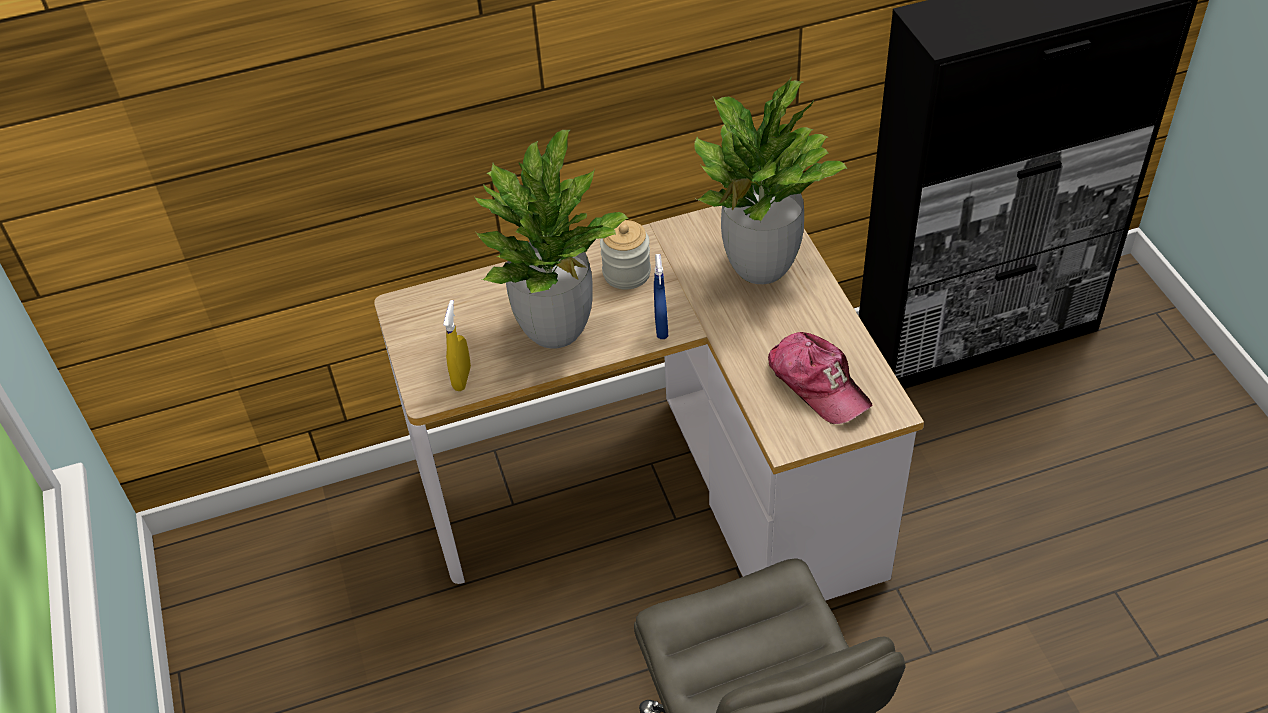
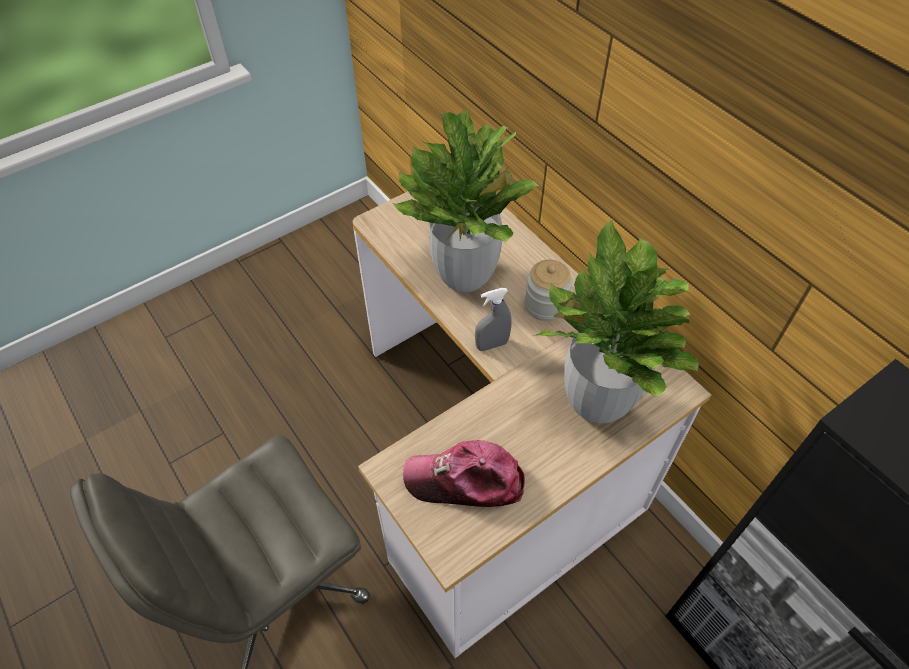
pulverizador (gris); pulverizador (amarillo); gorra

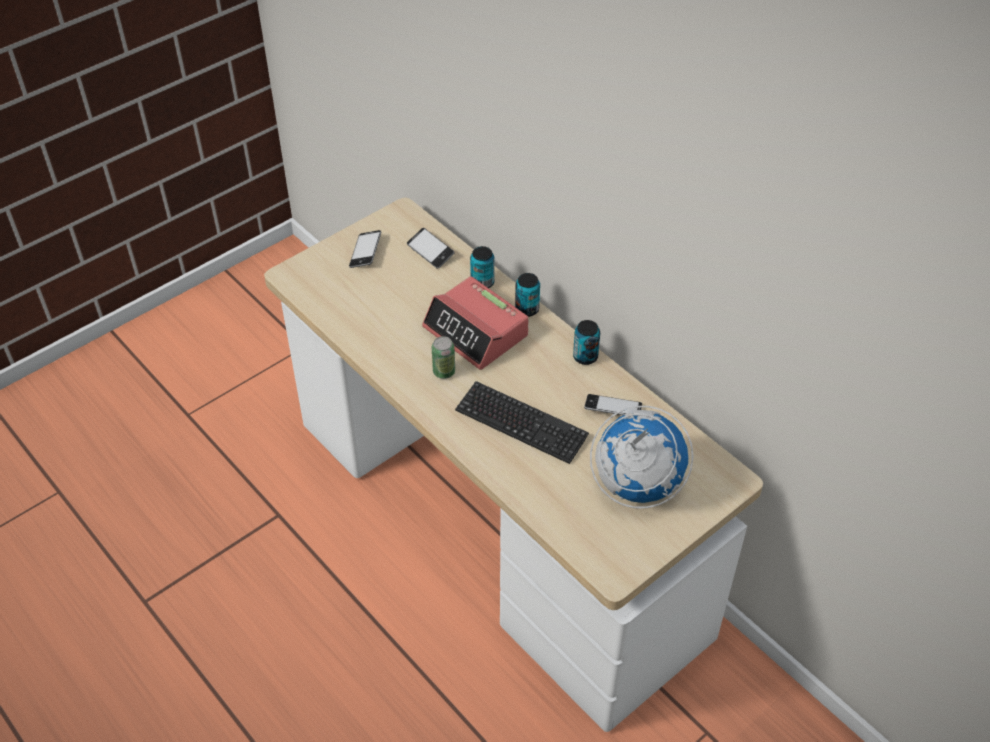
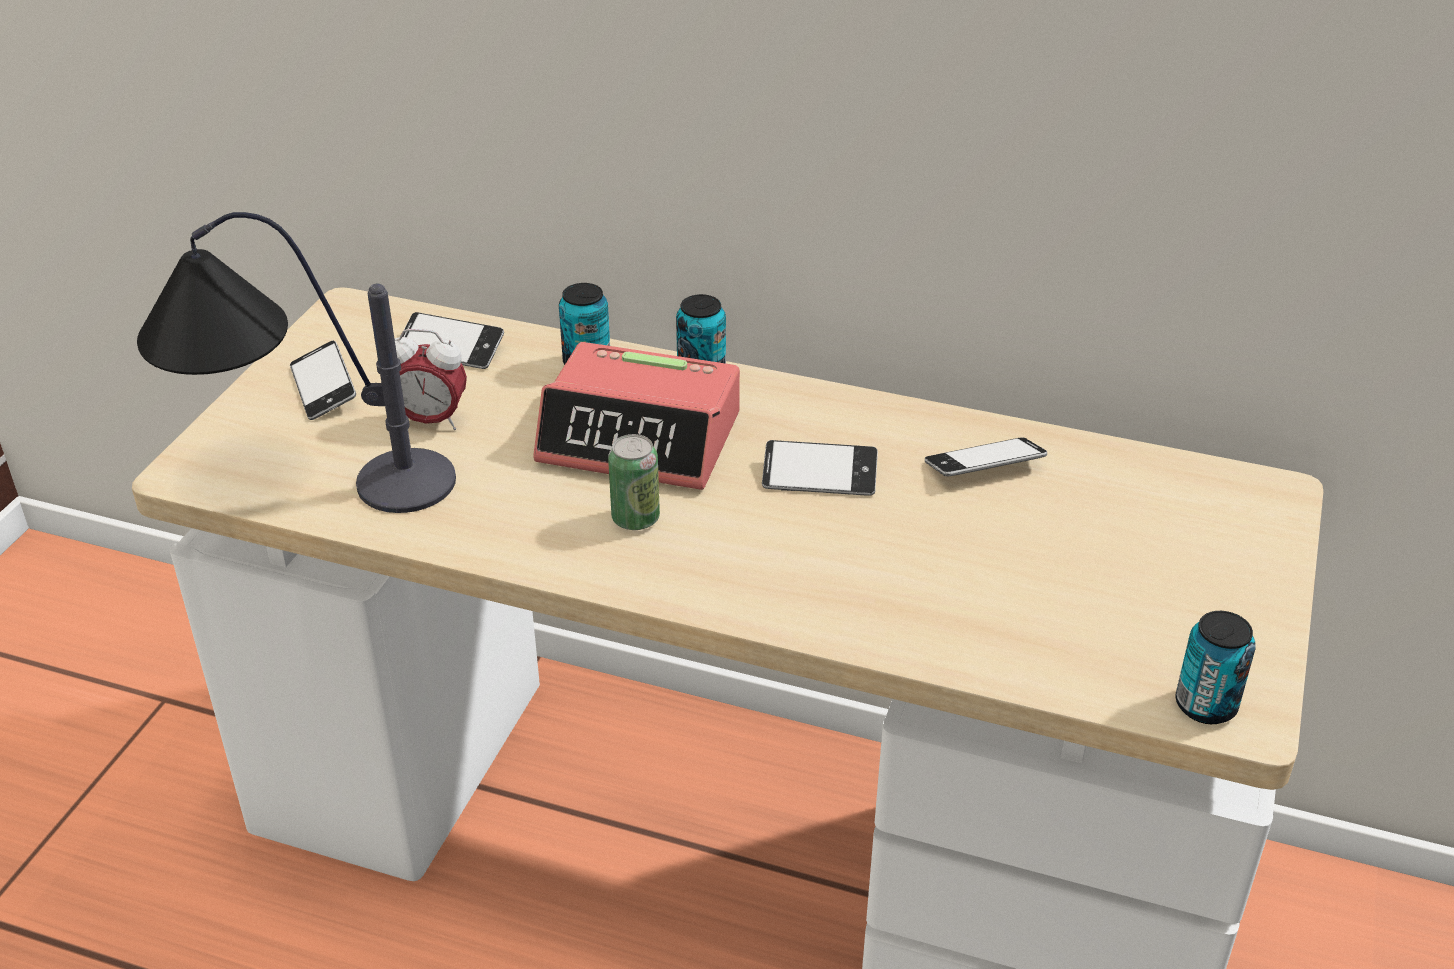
lata (4th from left); teclado; globo terráqueo; lámpara de mesa; despertador (1st from left); móvil (3rd from left)

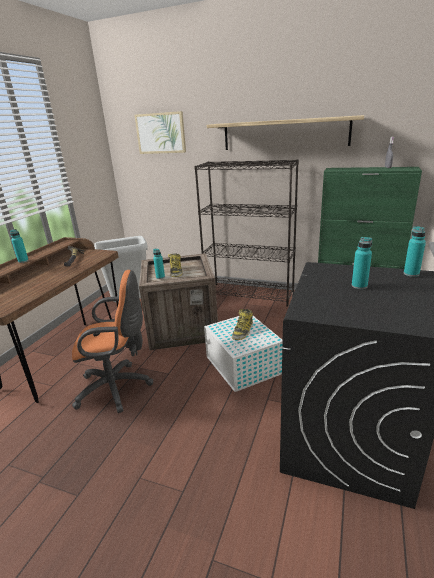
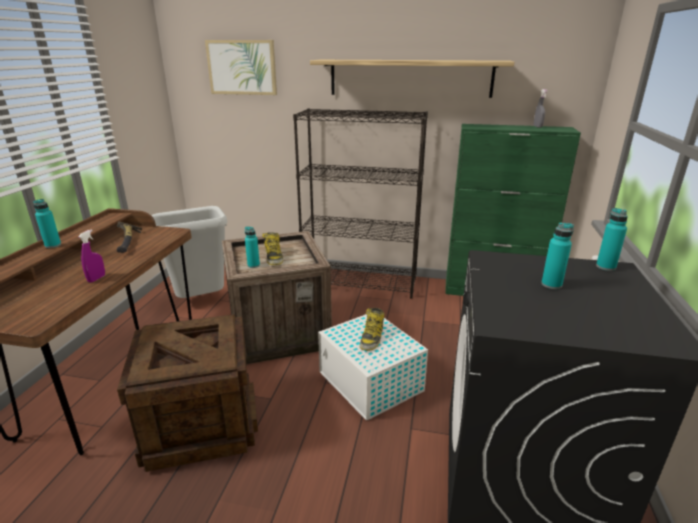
caja de embalaje (1st from left); pulverizador (morado)

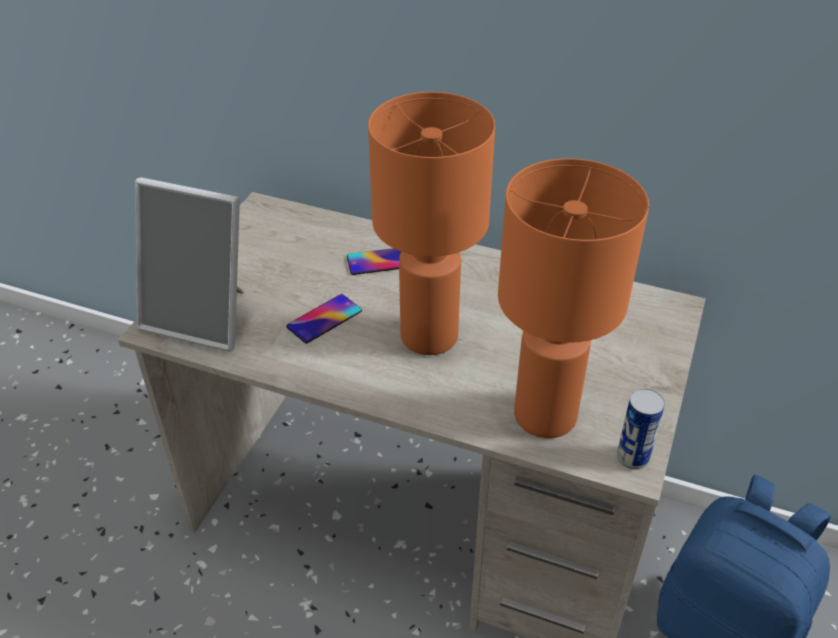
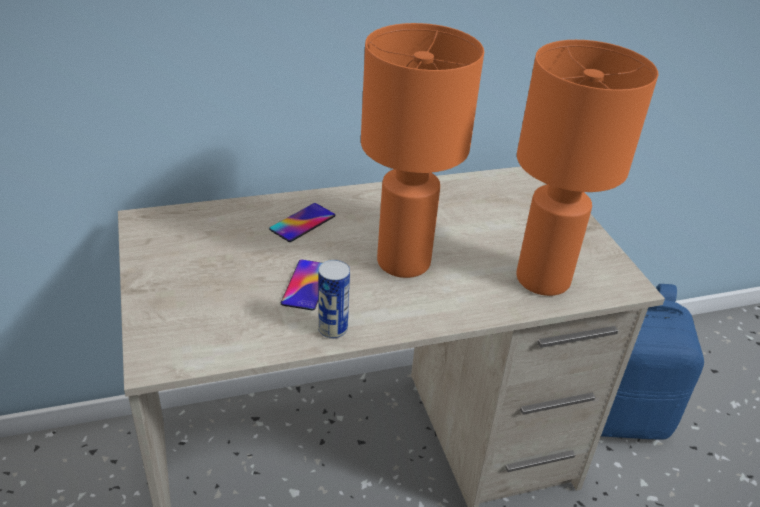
portarretratos; lata

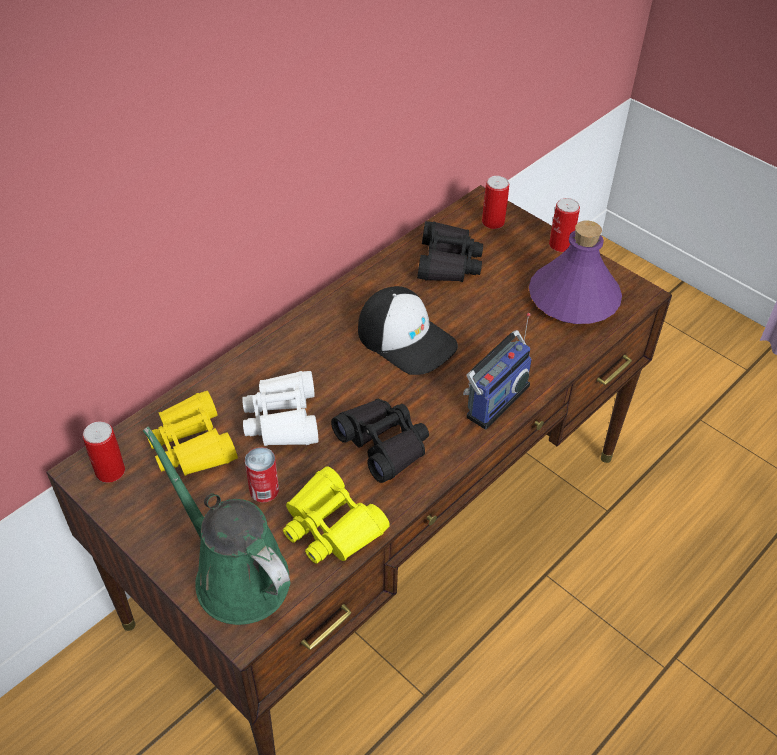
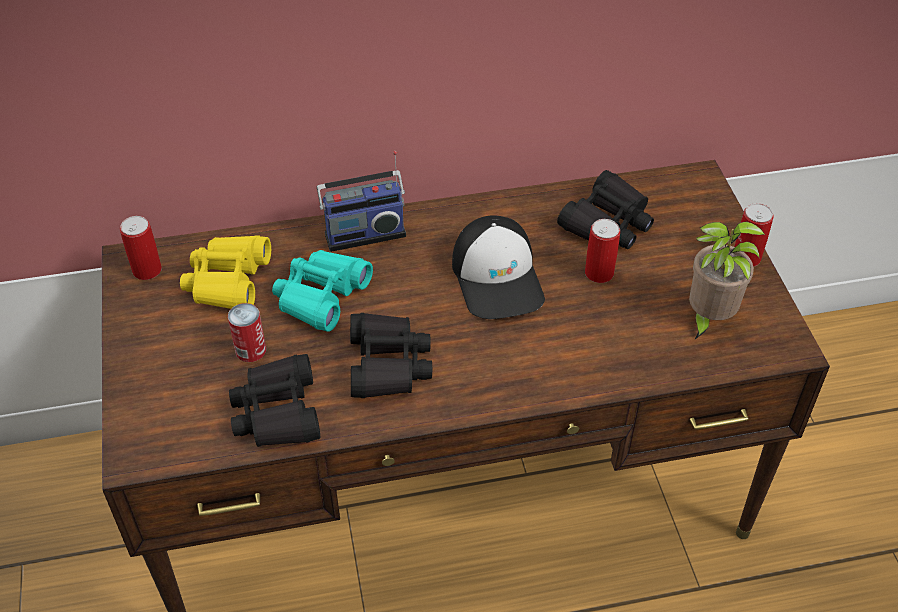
lata (3rd from left); planta en maceta; radio; prismáticos (turquesa); regadera (verde); prismáticos (negro) (1st from left)

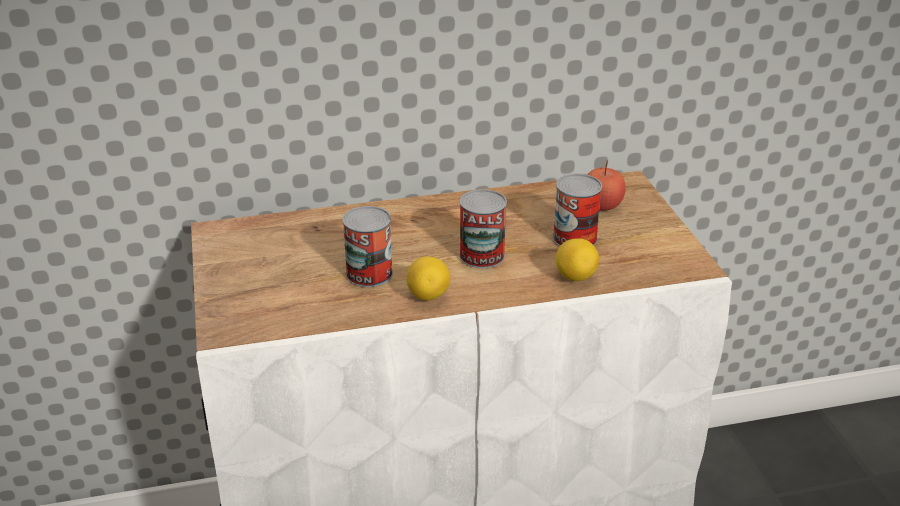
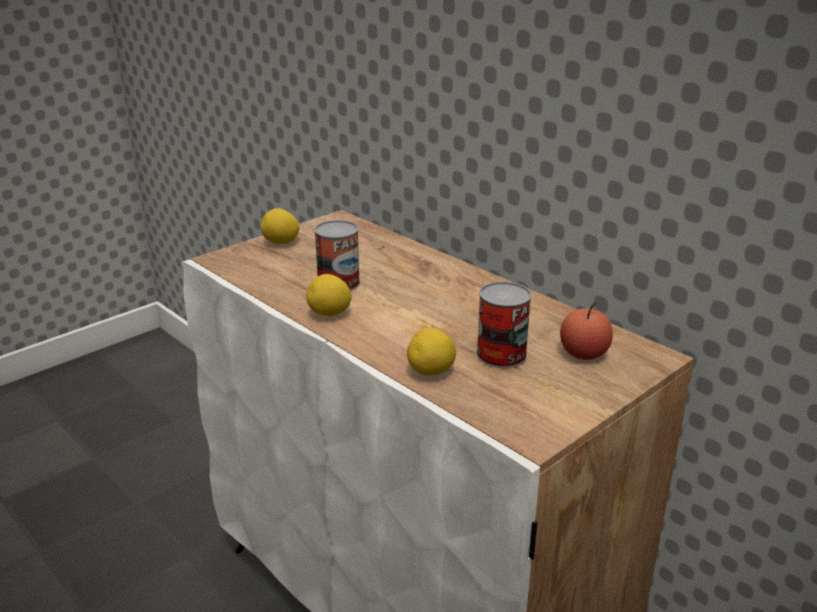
lata (2nd from left in the first image); limón (1st from left)

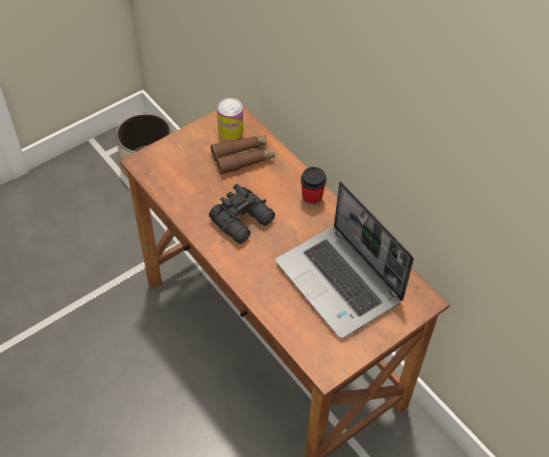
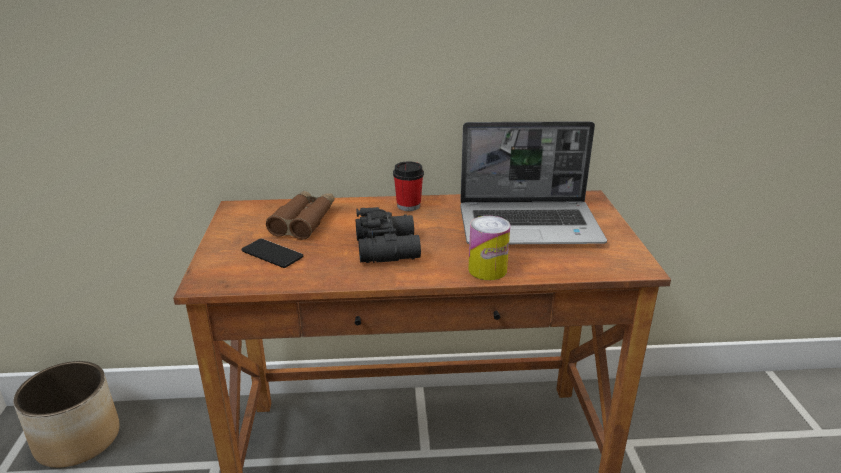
lata; móvil

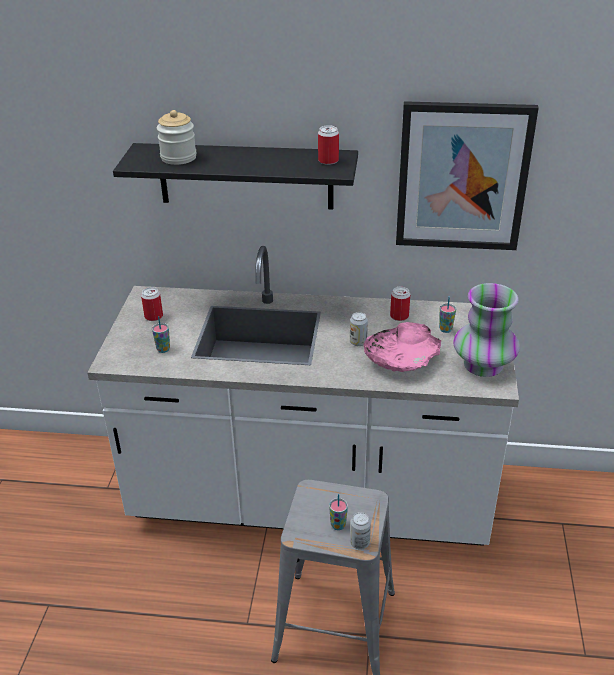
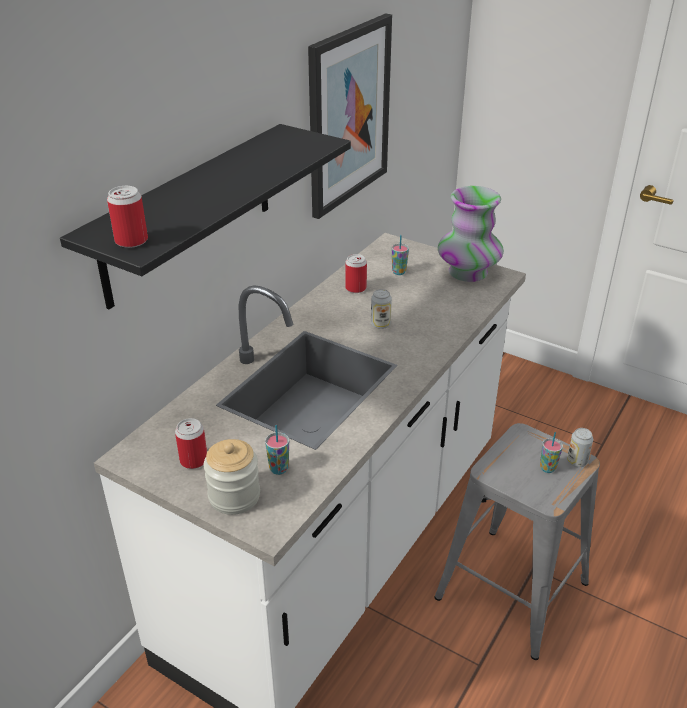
tarro; lata (1st from left); cuenco (rosa)

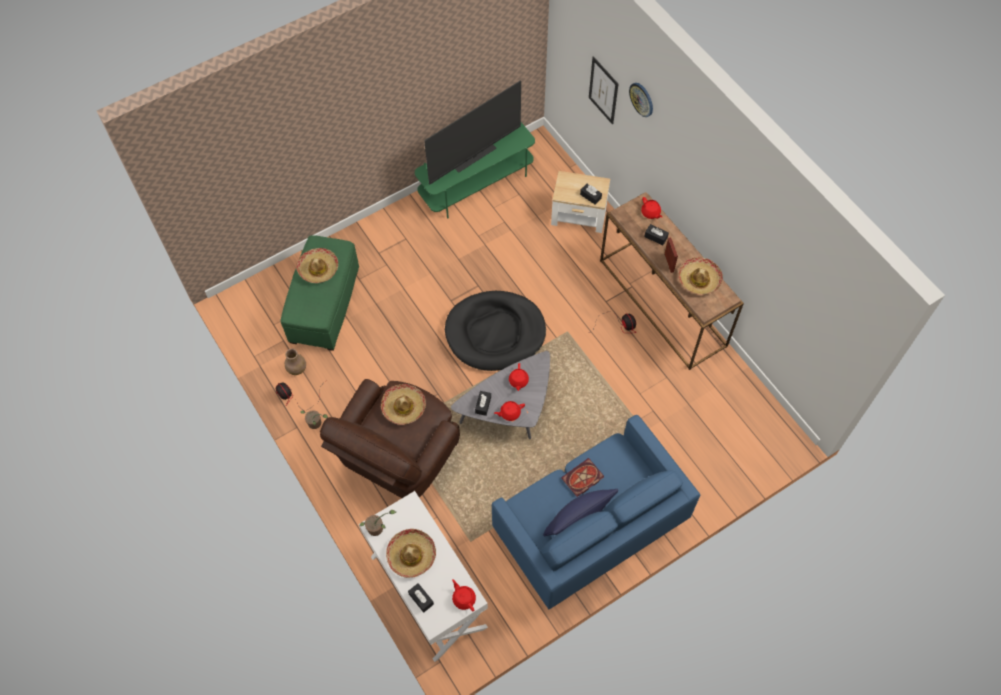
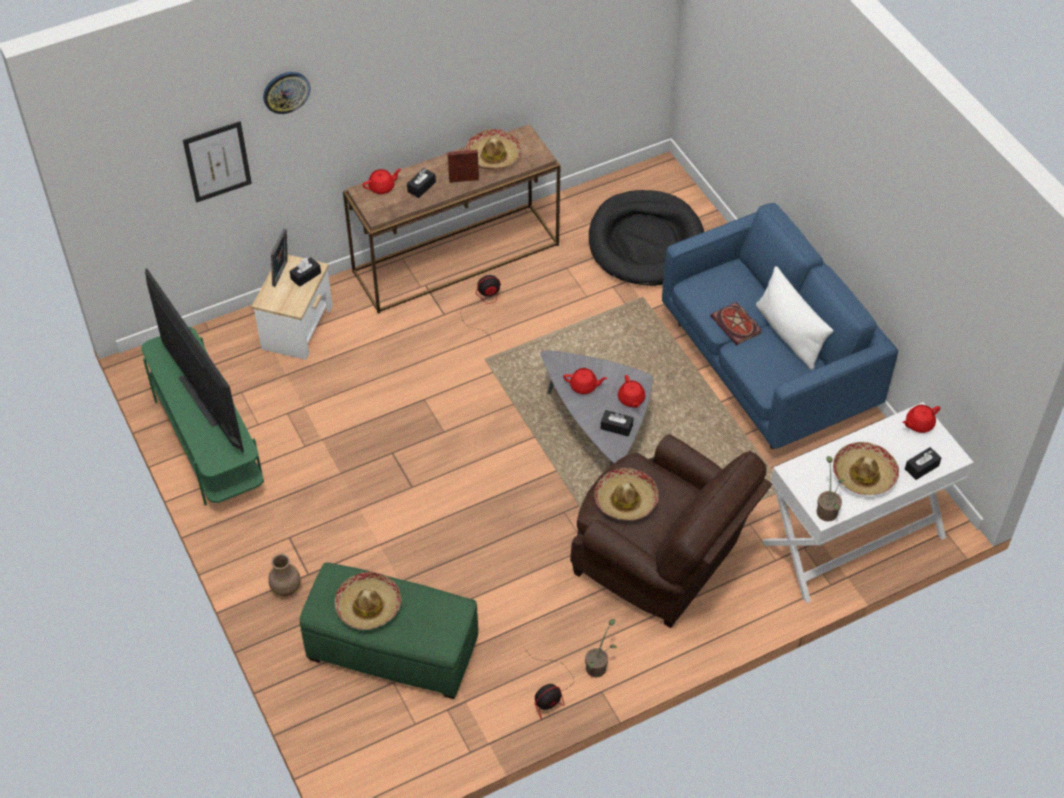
cama para perro (negro); florero (marrón); cojín (blanco); portarretratos (1st from left)

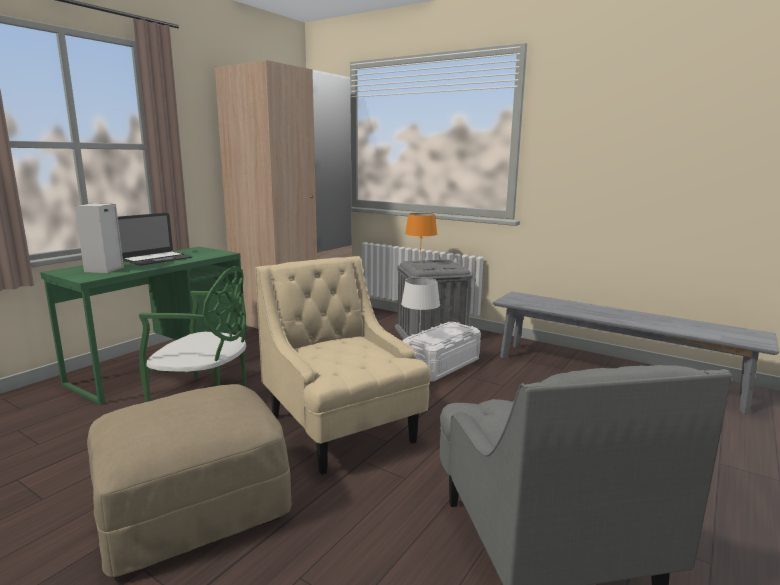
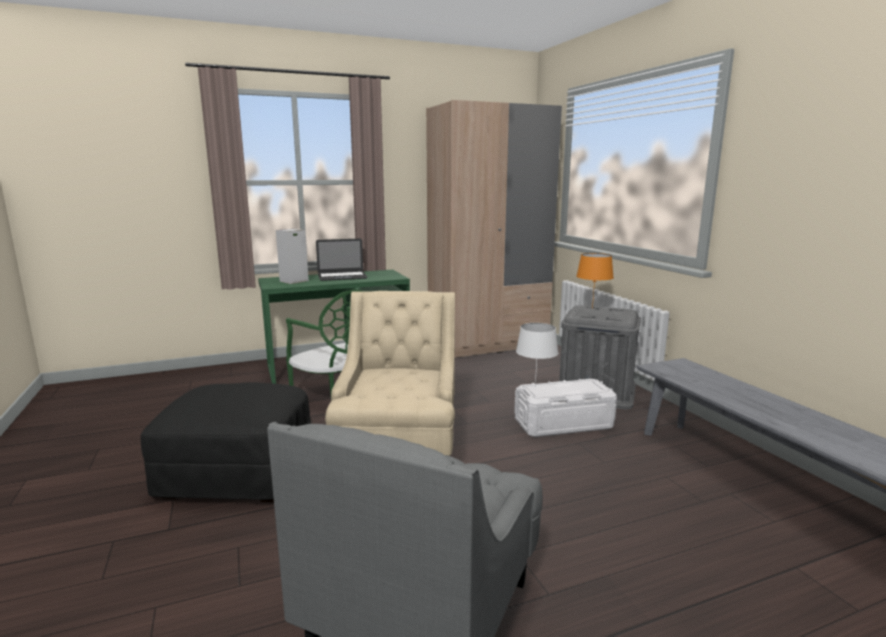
puf (negro)

